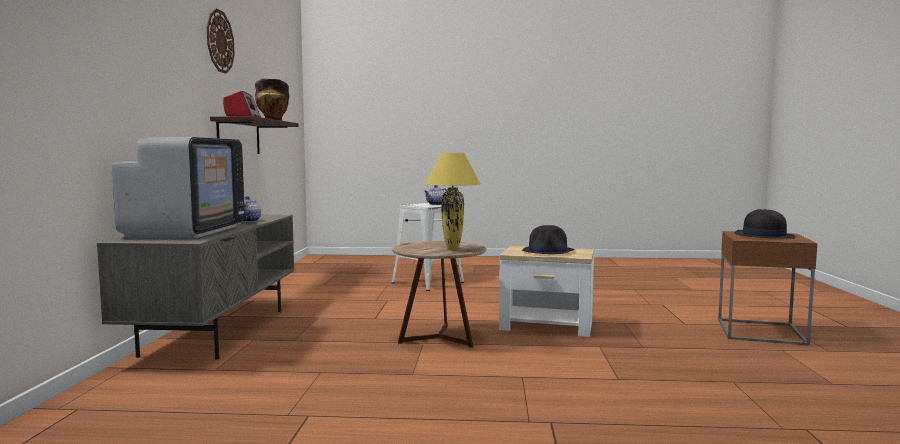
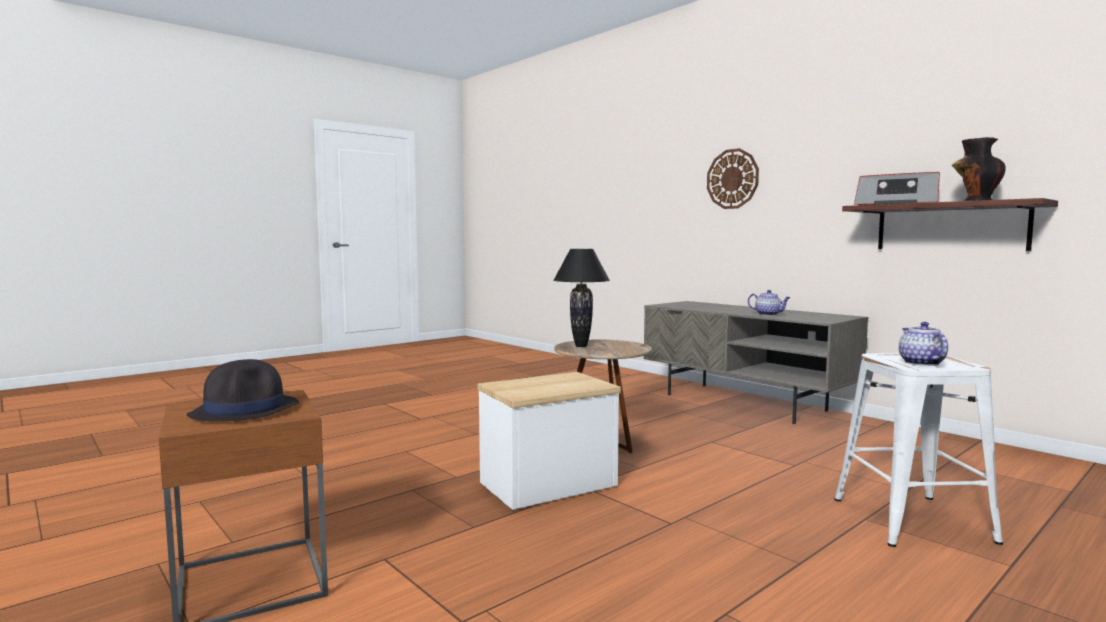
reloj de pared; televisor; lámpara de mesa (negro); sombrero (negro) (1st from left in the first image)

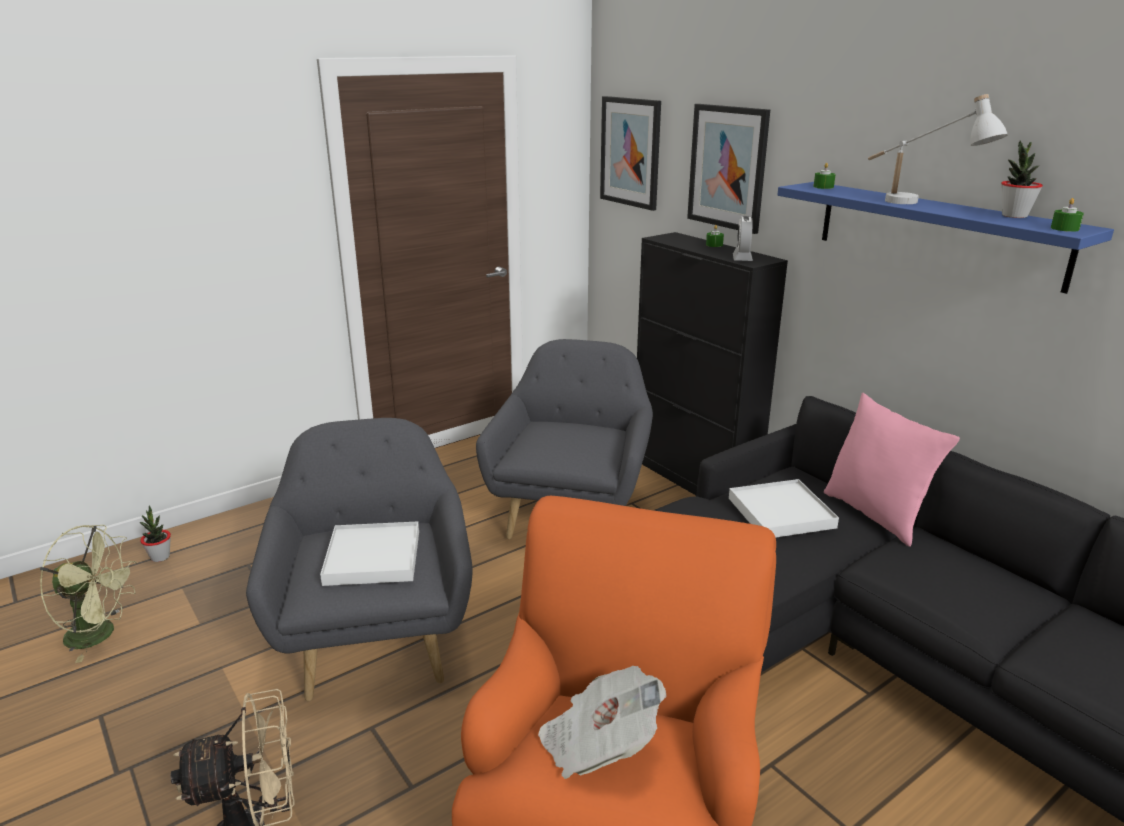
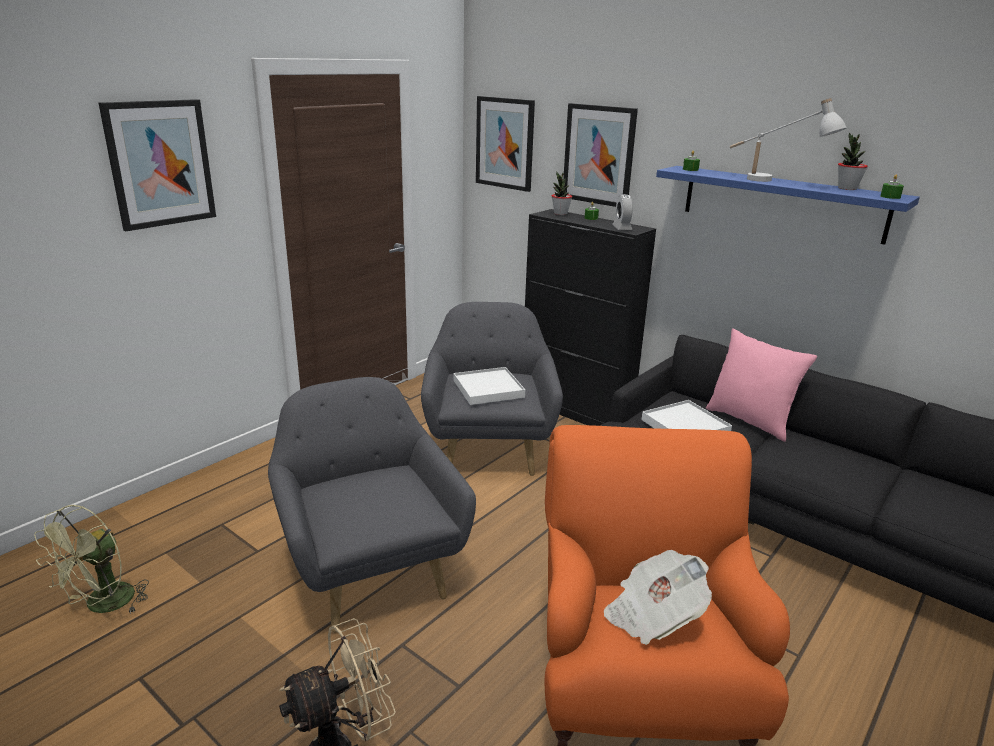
planta en maceta (1st from left); bandeja (blanco) (1st from left); ventilador (verde); cuadro (1st from left)

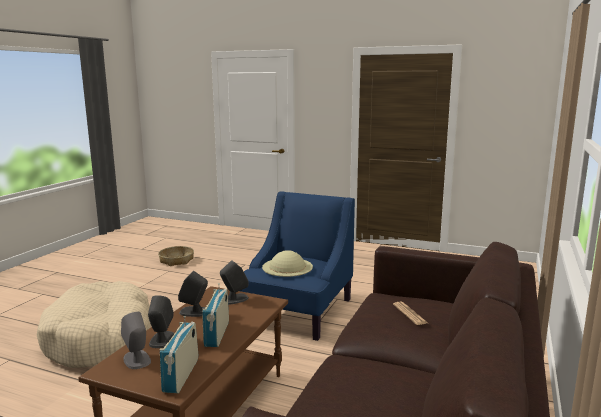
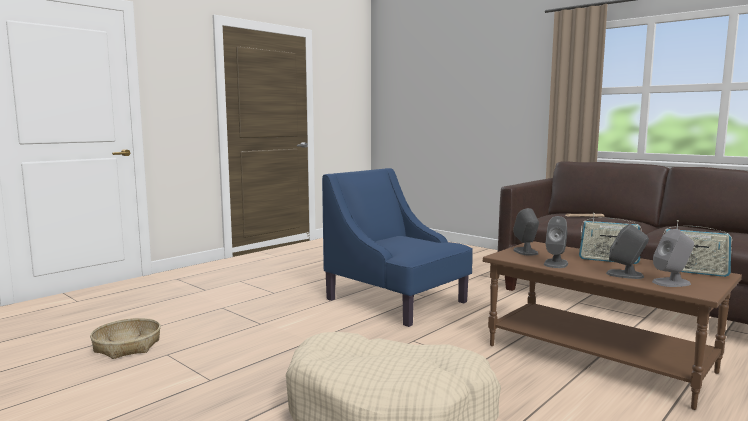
sombrero (beis)

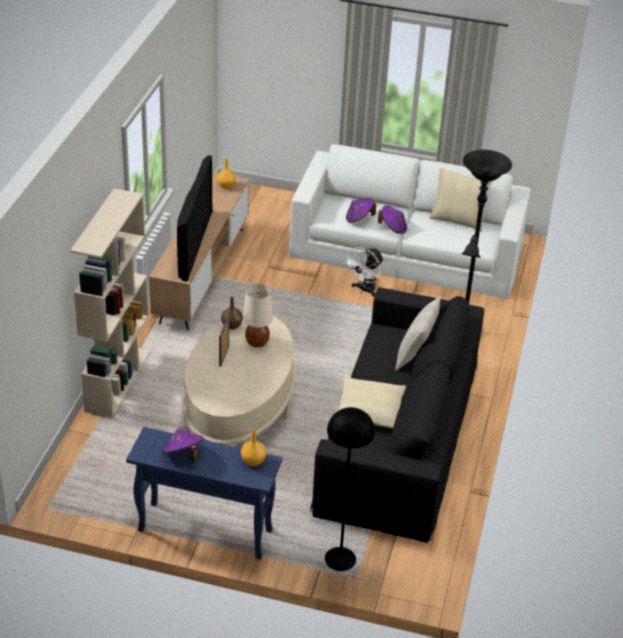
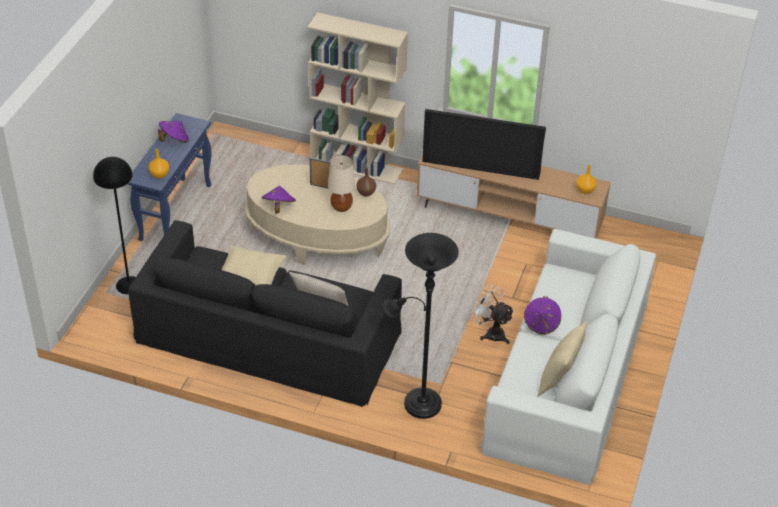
sombrero (morado) (2nd from left)

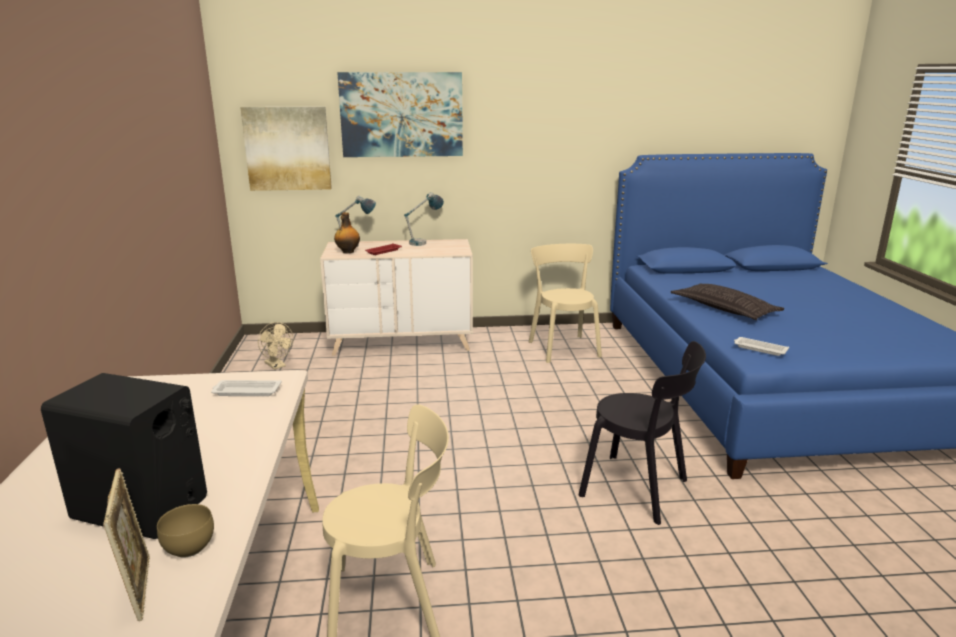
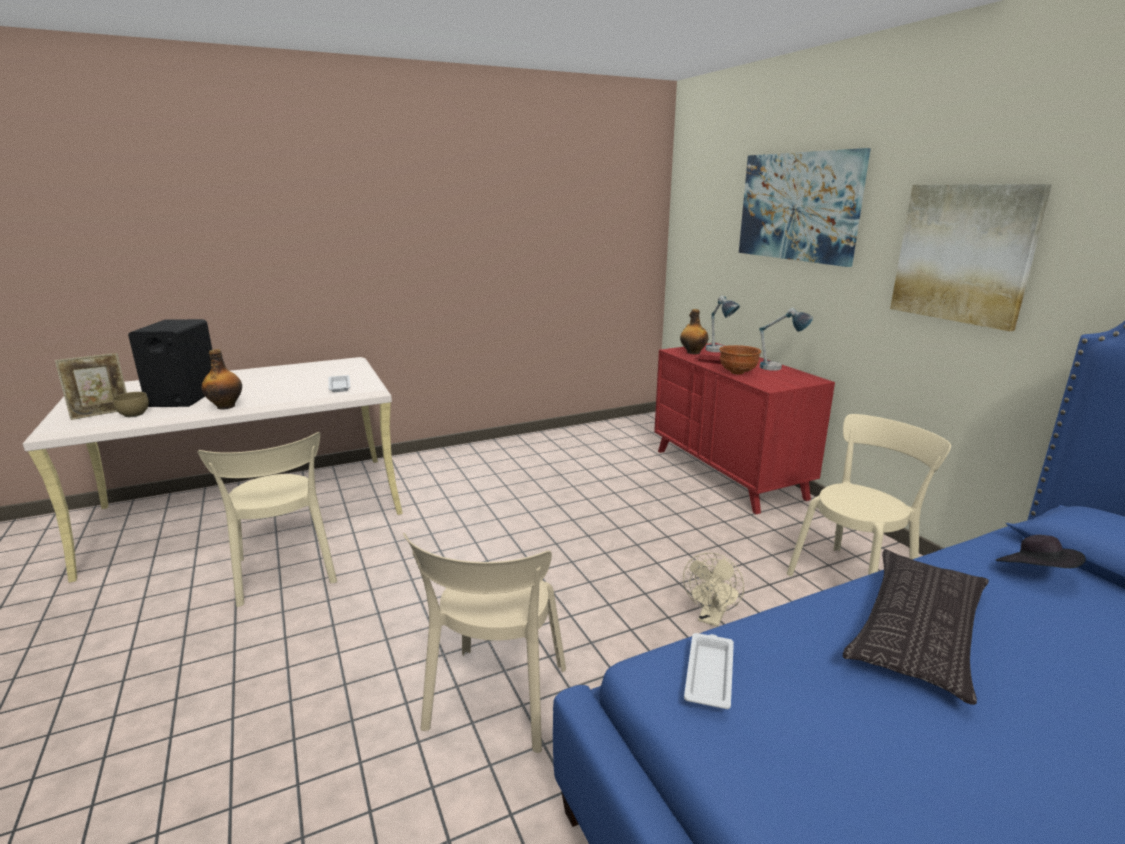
cuadro (2nd from left); cómoda (rojo); ventilador (beis); silla (beis) (2nd from left); cuenco (marrón) (2nd from left); botella (1st from left); sombrero (negro)

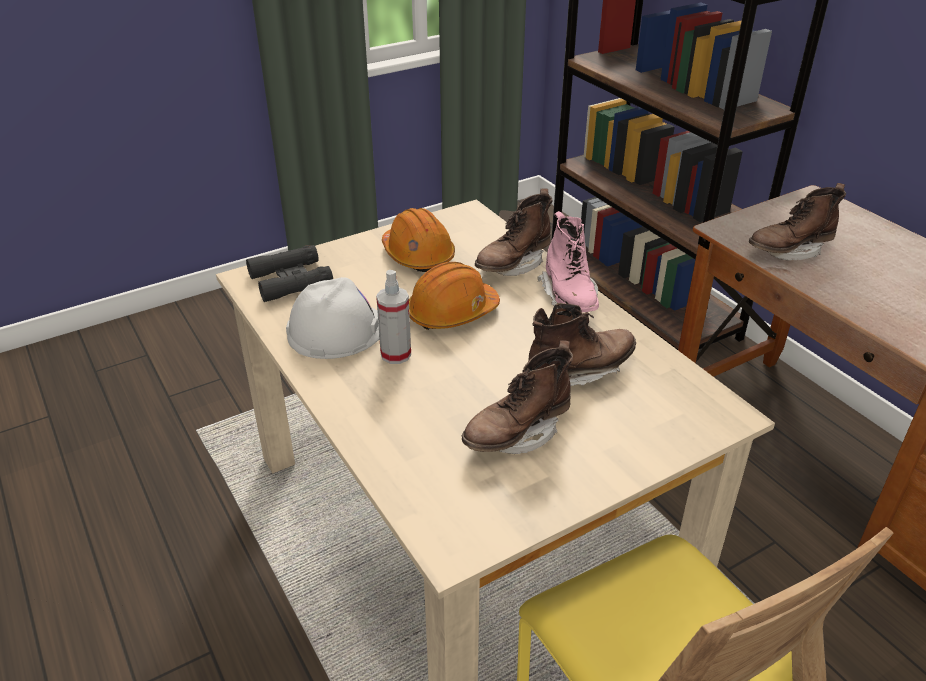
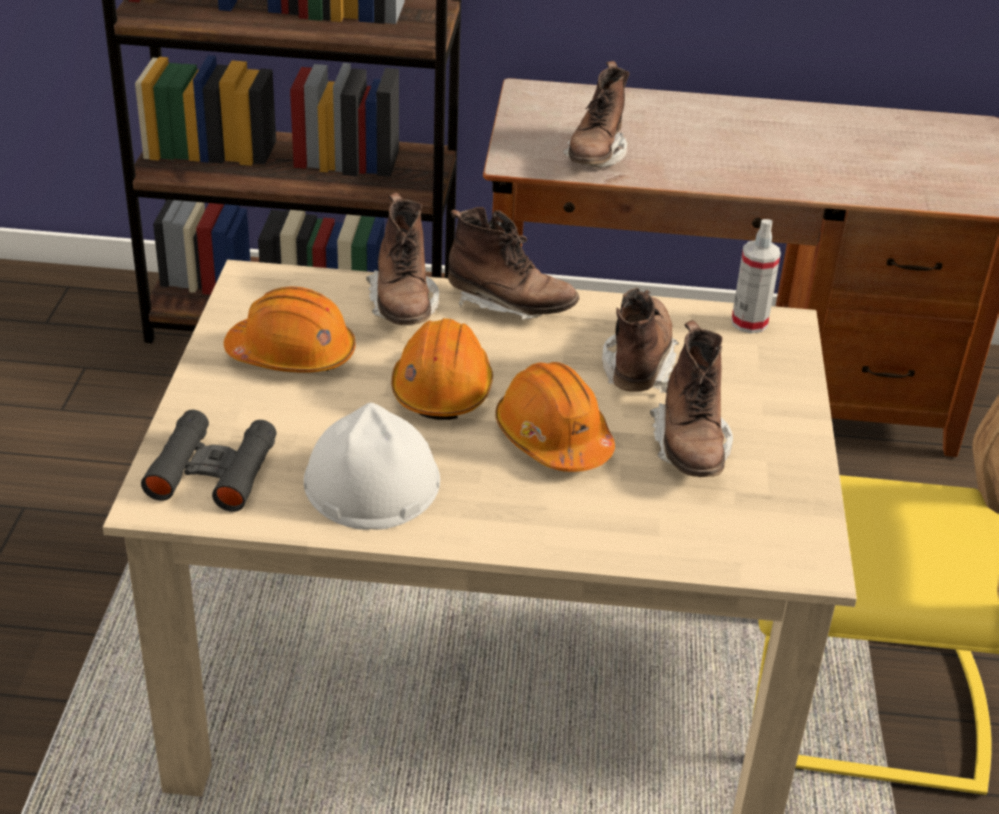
bota (marrón) (2nd from left); pulverizador; casco (naranja) (3rd from left)

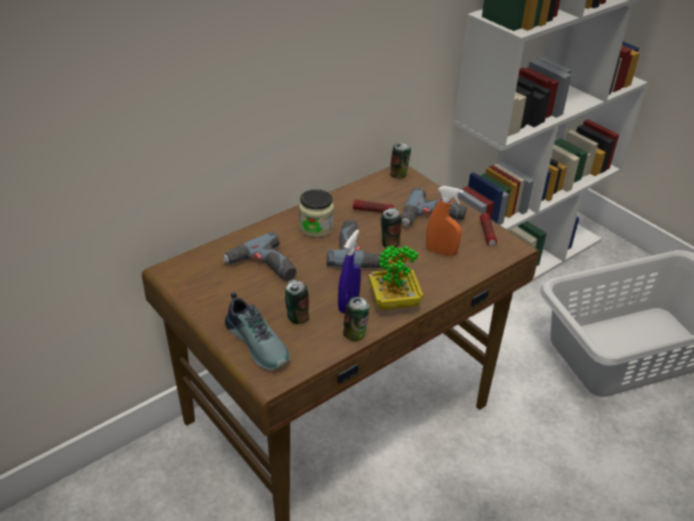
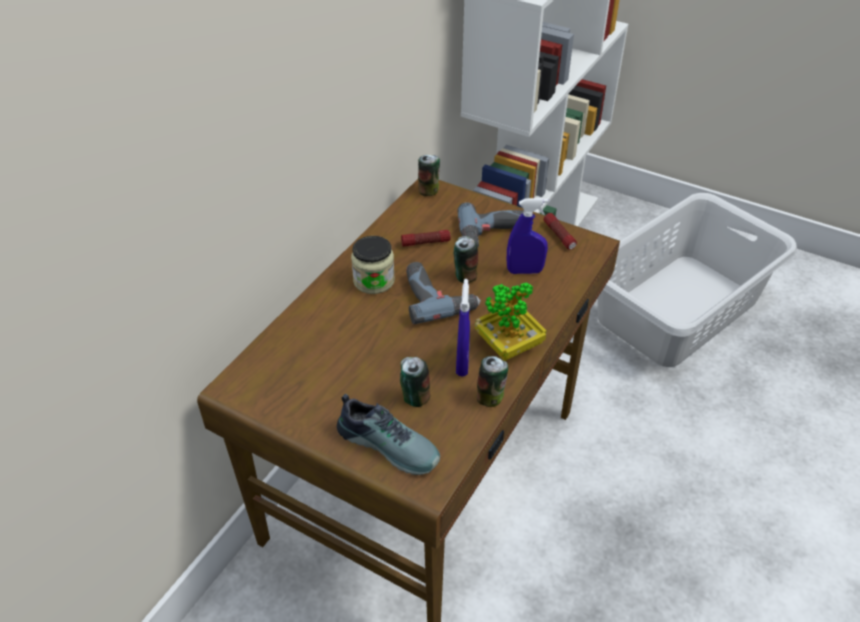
pulverizador (azul) (2nd from left); taladro (1st from left in the first image)

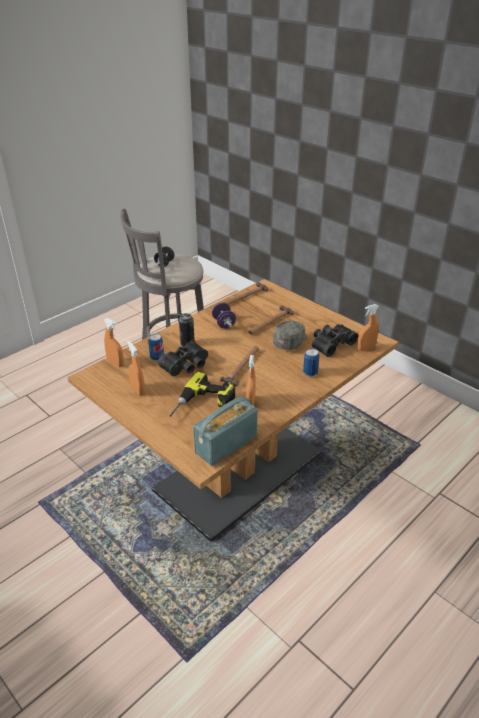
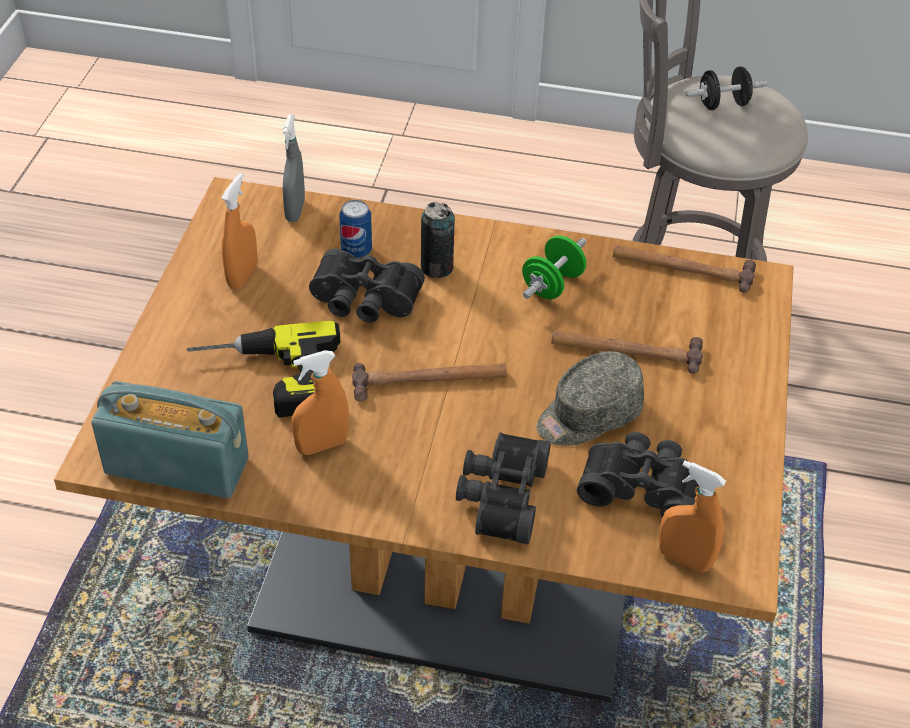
mancuerna (verde); pulverizador (gris); gorra (gris); prismáticos (negro) (2nd from left)

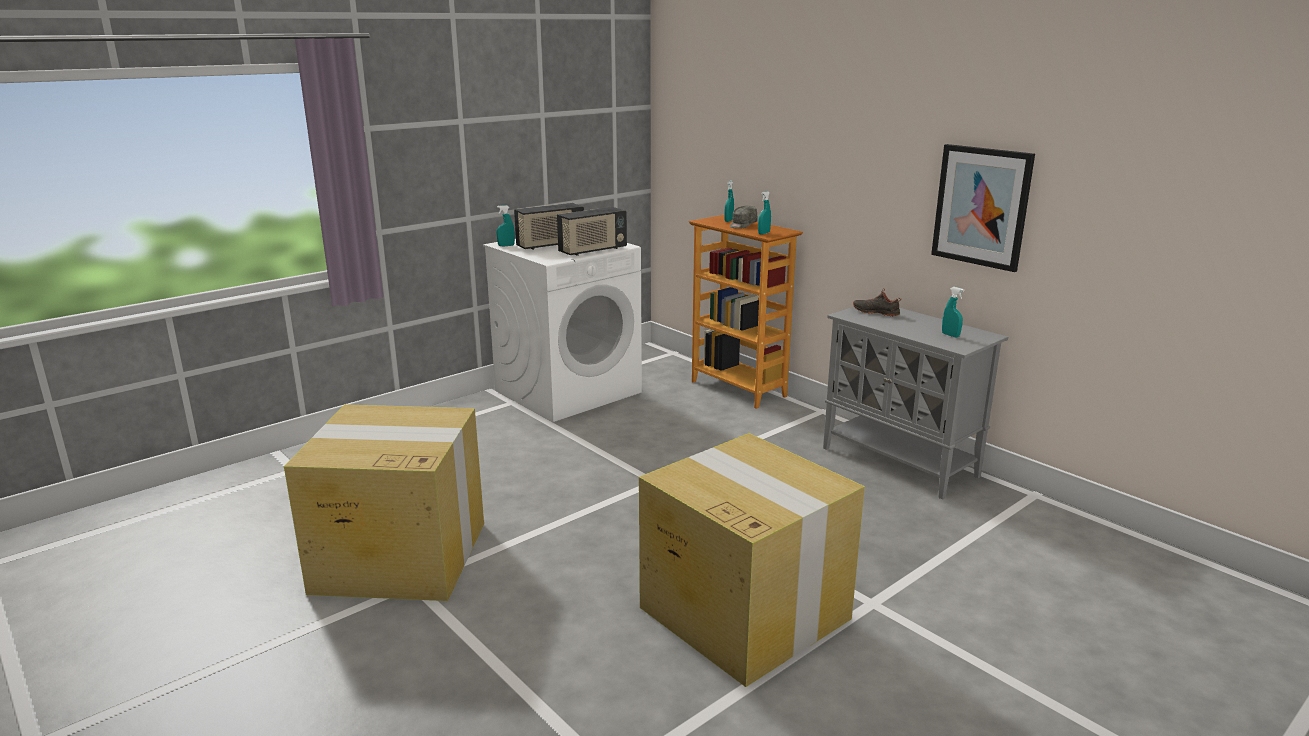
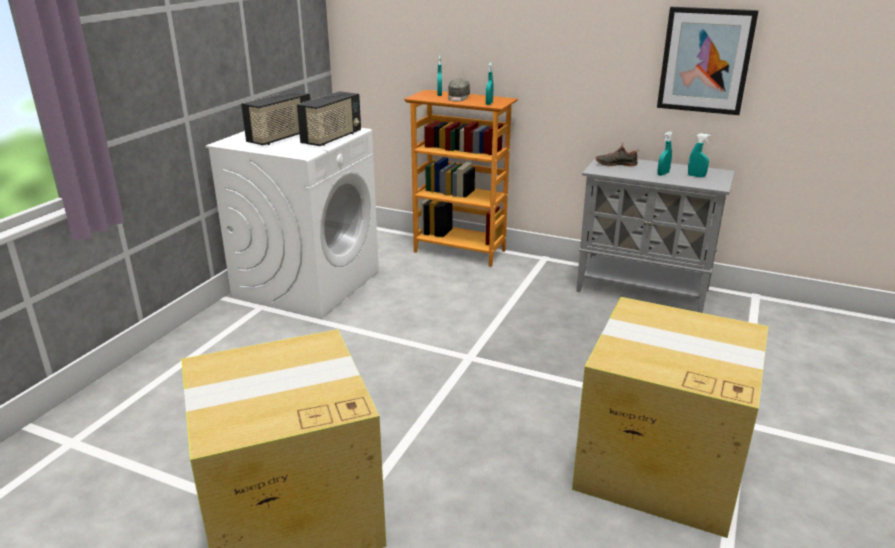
pulverizador (turquesa) (3rd from left)

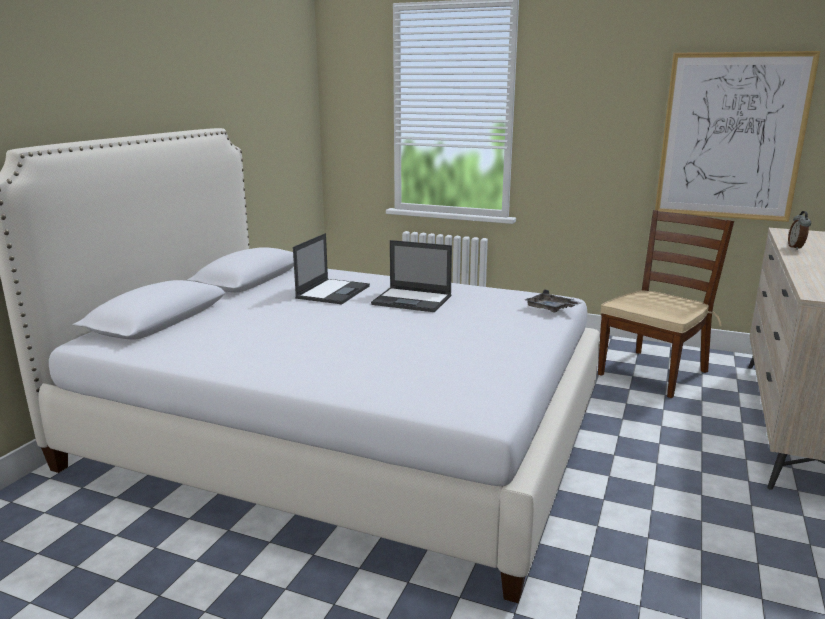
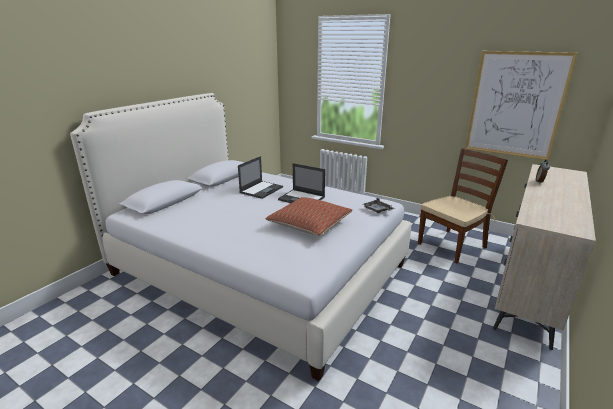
cojín

